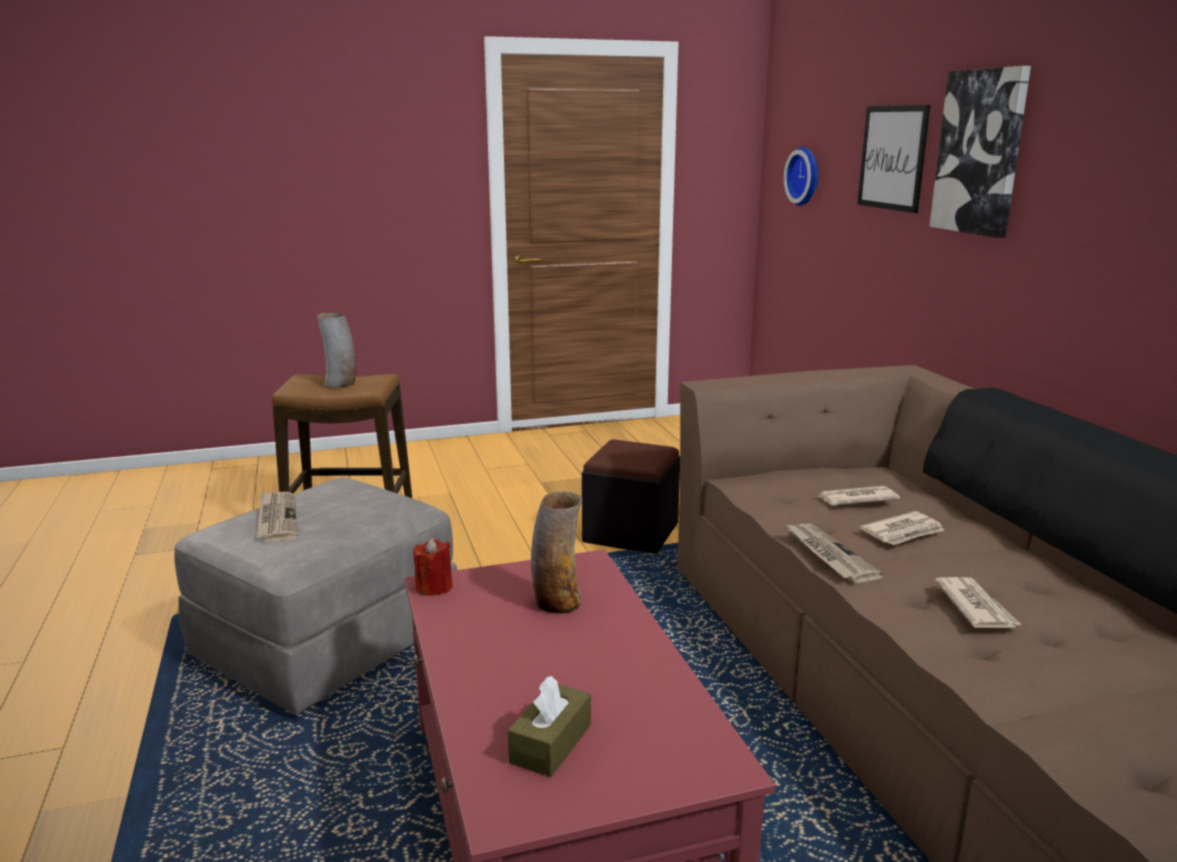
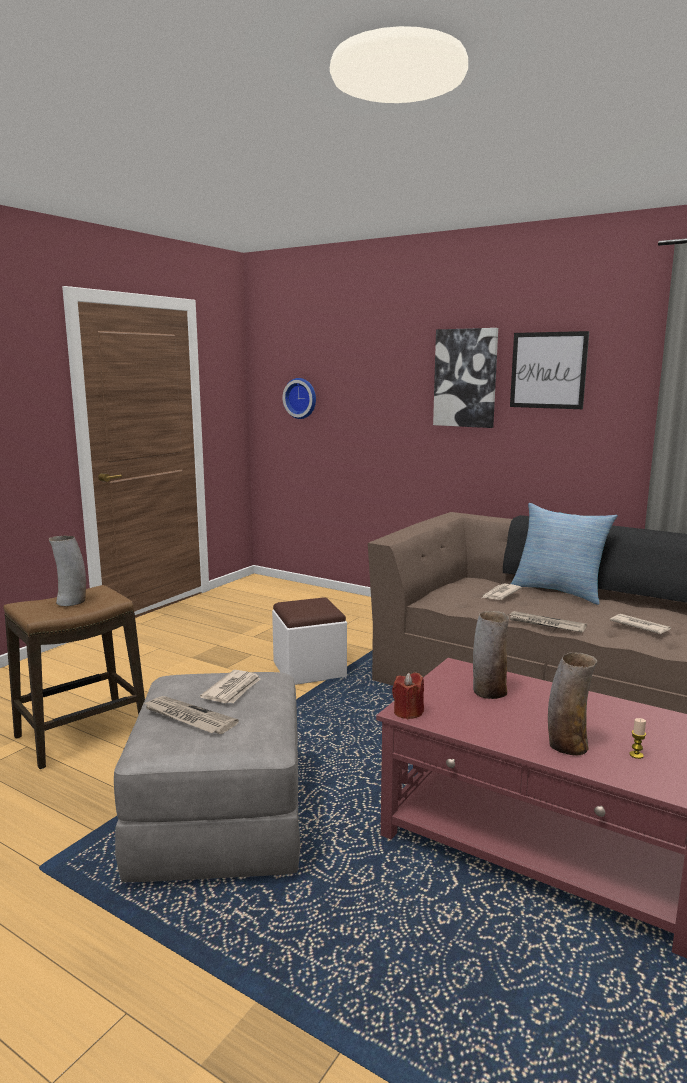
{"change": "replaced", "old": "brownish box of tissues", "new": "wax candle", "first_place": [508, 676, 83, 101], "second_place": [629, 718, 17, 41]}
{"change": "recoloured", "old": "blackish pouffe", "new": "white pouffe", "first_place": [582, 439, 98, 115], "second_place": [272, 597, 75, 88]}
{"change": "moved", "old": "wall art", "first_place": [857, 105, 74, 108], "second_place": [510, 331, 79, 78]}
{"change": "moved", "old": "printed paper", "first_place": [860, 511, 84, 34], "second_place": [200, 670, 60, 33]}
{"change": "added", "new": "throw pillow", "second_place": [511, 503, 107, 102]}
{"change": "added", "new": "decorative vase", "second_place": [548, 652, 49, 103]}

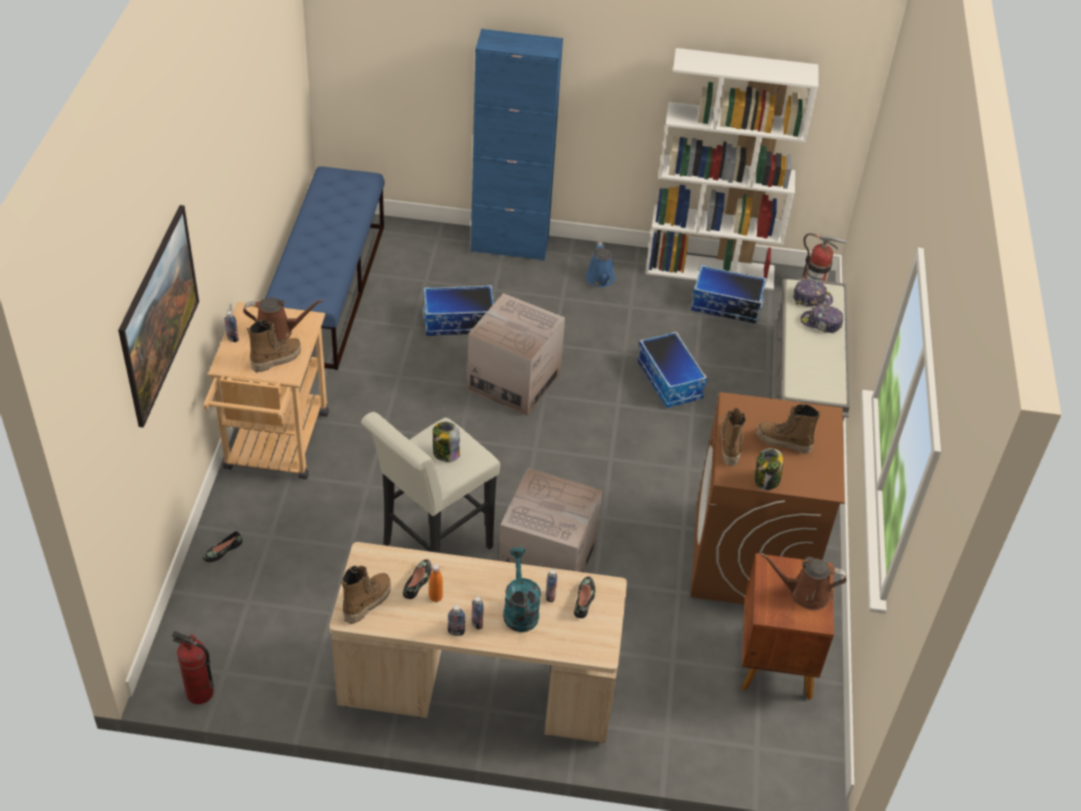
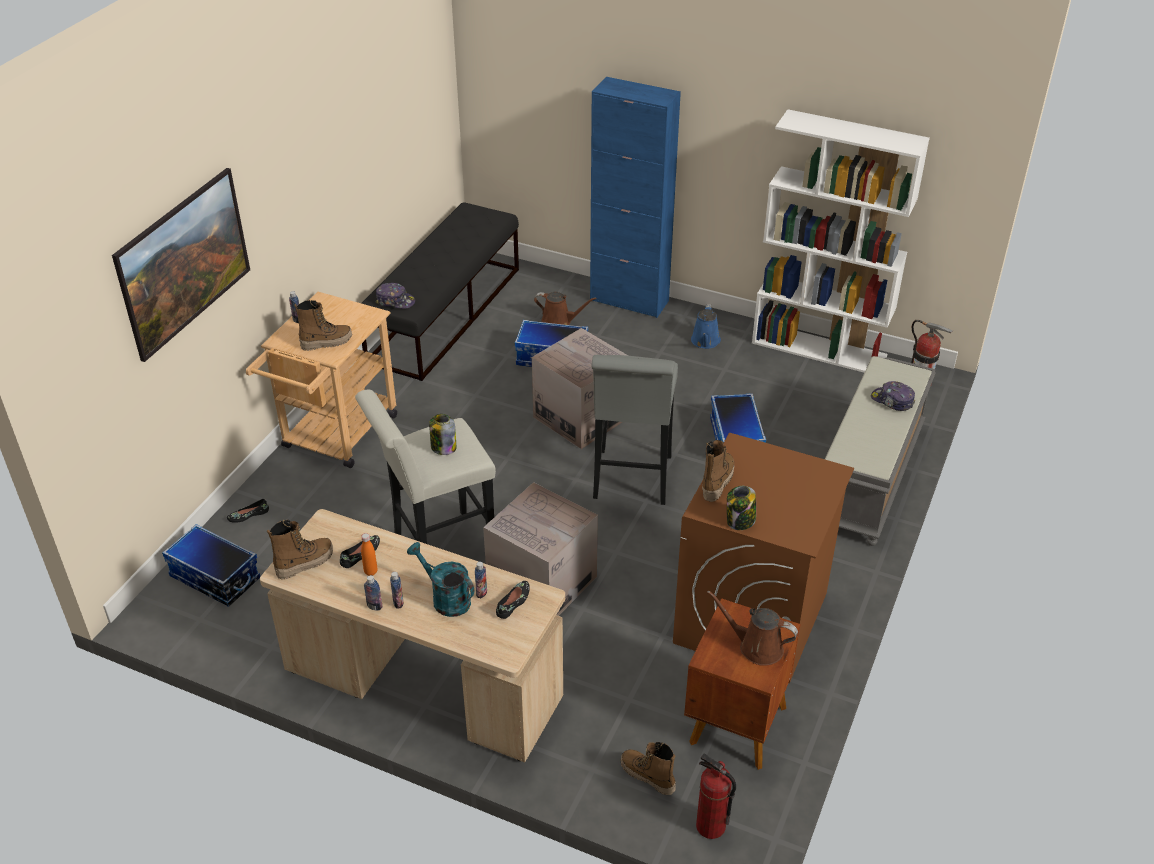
{"change": "moved", "old": "fire-fighting cylinder", "first_place": [172, 631, 42, 73], "second_place": [696, 753, 40, 86]}
{"change": "moved", "old": "brownish watering pot", "first_place": [243, 298, 80, 42], "second_place": [534, 292, 62, 33]}
{"change": "recoloured", "old": "bluish indoor bench", "new": "blackish indoor bench", "first_place": [265, 166, 119, 204], "second_place": [361, 202, 158, 179]}
{"change": "turned", "old": "turquoise-coloured watering pot", "first_place": [503, 547, 38, 85], "second_place": [407, 542, 67, 75], "degrees": -60}
{"change": "moved", "old": "storage box", "first_place": [691, 265, 76, 59], "second_place": [162, 524, 99, 83]}
{"change": "moved", "old": "tall boot", "first_place": [756, 404, 65, 50], "second_place": [621, 742, 55, 53]}
{"change": "moved", "old": "baseball cap", "first_place": [792, 280, 41, 26], "second_place": [375, 283, 40, 26]}
{"change": "added", "new": "greyish stool", "second_place": [592, 355, 86, 150]}

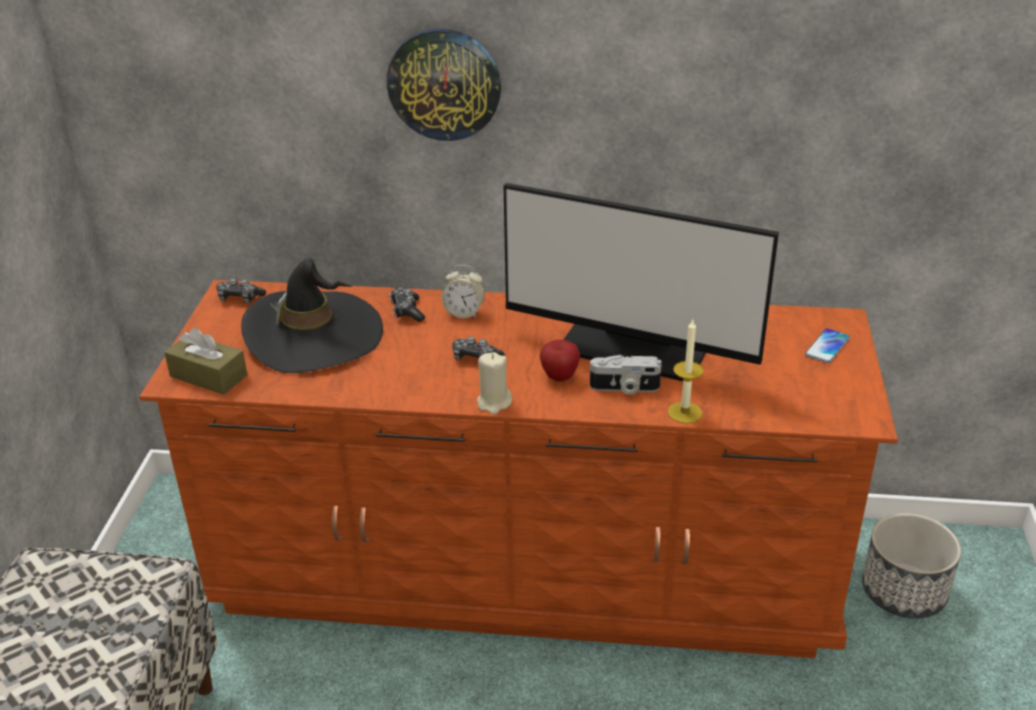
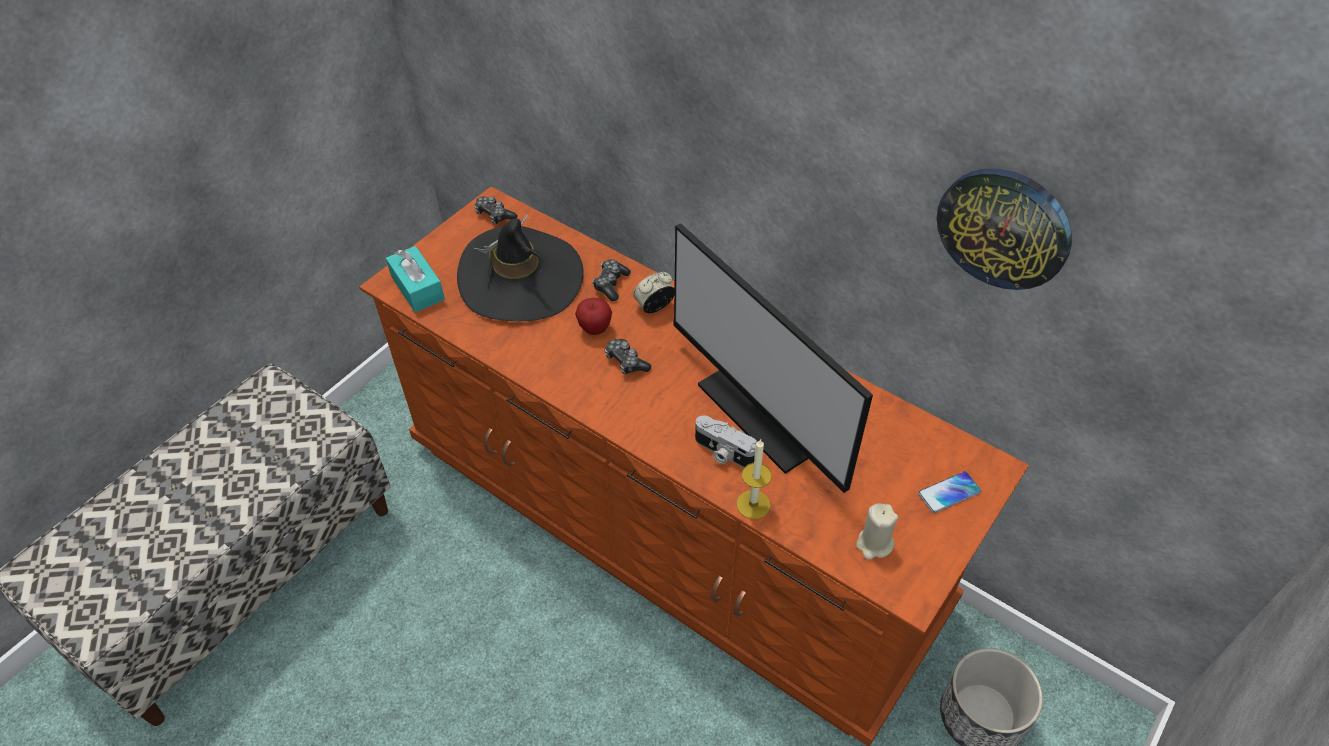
{"change": "recoloured", "old": "brownish box of tissues", "new": "turquoise-coloured box of tissues", "first_place": [164, 327, 84, 68], "second_place": [386, 246, 59, 66]}
{"change": "moved", "old": "wall clock", "first_place": [387, 28, 114, 113], "second_place": [936, 169, 136, 121]}
{"change": "turned", "old": "alarm clock", "first_place": [441, 265, 44, 54], "second_place": [633, 272, 42, 41], "degrees": 105}
{"change": "moved", "old": "sand-coloured wax candle", "first_place": [477, 352, 35, 62], "second_place": [856, 503, 42, 57]}
{"change": "moved", "old": "whole apple", "first_place": [540, 339, 40, 42], "second_place": [575, 298, 37, 37]}

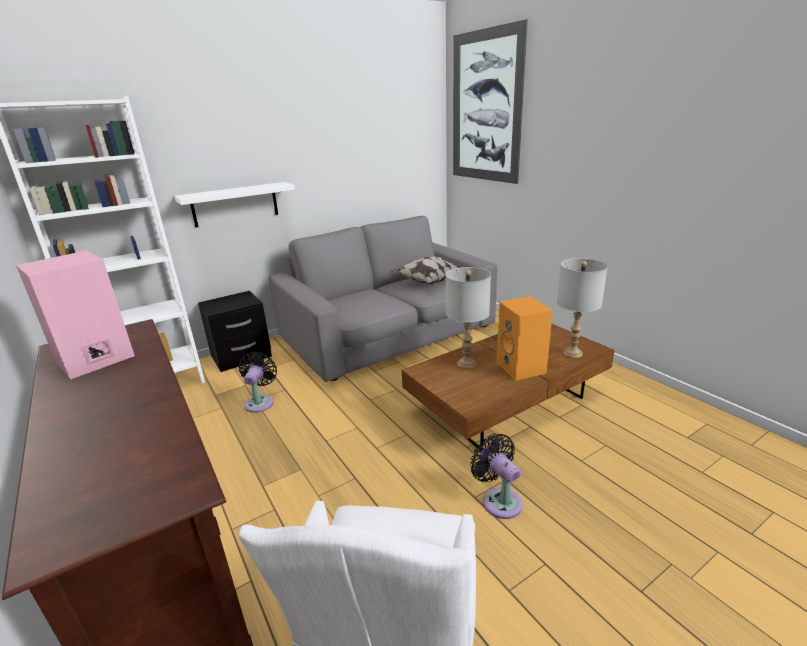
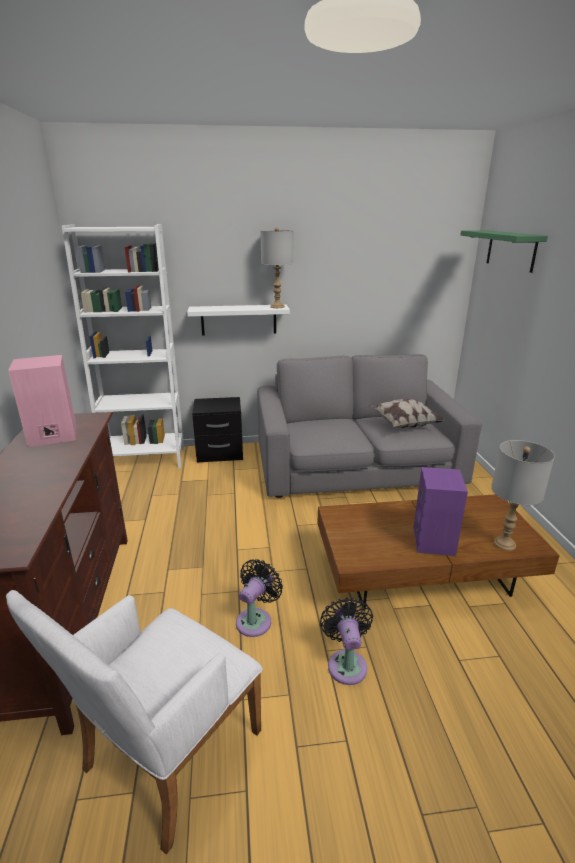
{"change": "moved", "old": "blackish cooling fan", "first_place": [239, 352, 38, 61], "second_place": [236, 559, 47, 78]}
{"change": "moved", "old": "greyish table lamp", "first_place": [446, 267, 45, 102], "second_place": [260, 227, 33, 81]}
{"change": "replaced", "old": "wall art", "new": "green bracket shelf", "first_place": [453, 19, 75, 165], "second_place": [460, 230, 88, 43]}
{"change": "recoloured", "old": "orange-coloured speaker", "new": "purple-coloured speaker", "first_place": [497, 296, 56, 85], "second_place": [413, 467, 55, 89]}

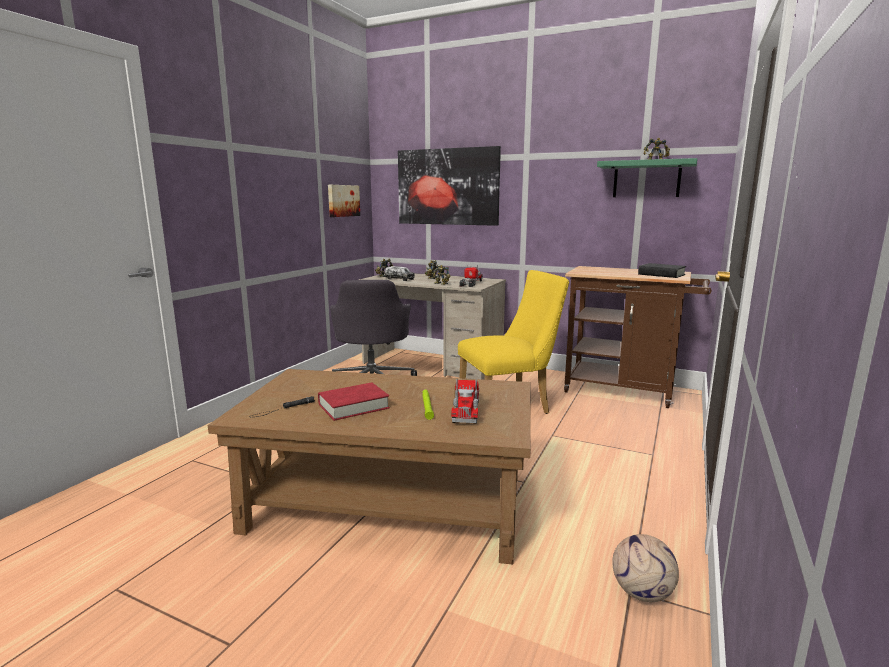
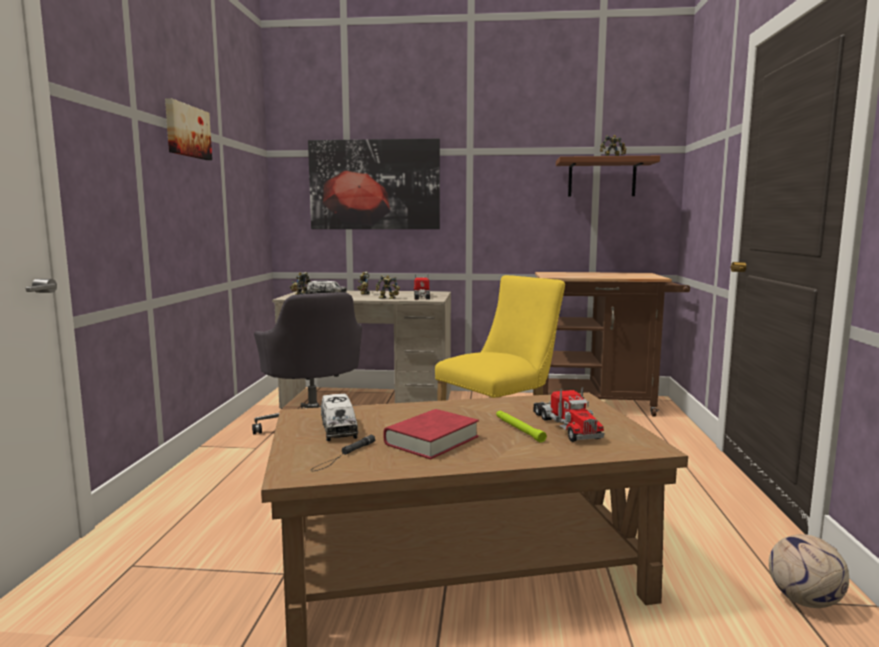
{"change": "moved", "old": "wall art", "first_place": [328, 185, 32, 32], "second_place": [165, 98, 47, 62]}
{"change": "recoloured", "old": "green bracket shelf", "new": "brownish bracket shelf", "first_place": [597, 158, 100, 39], "second_place": [556, 156, 104, 41]}
{"change": "removed", "old": "blackish bound book", "first_place": [638, 263, 48, 15]}
{"change": "added", "new": "model truck", "second_place": [321, 394, 37, 47]}

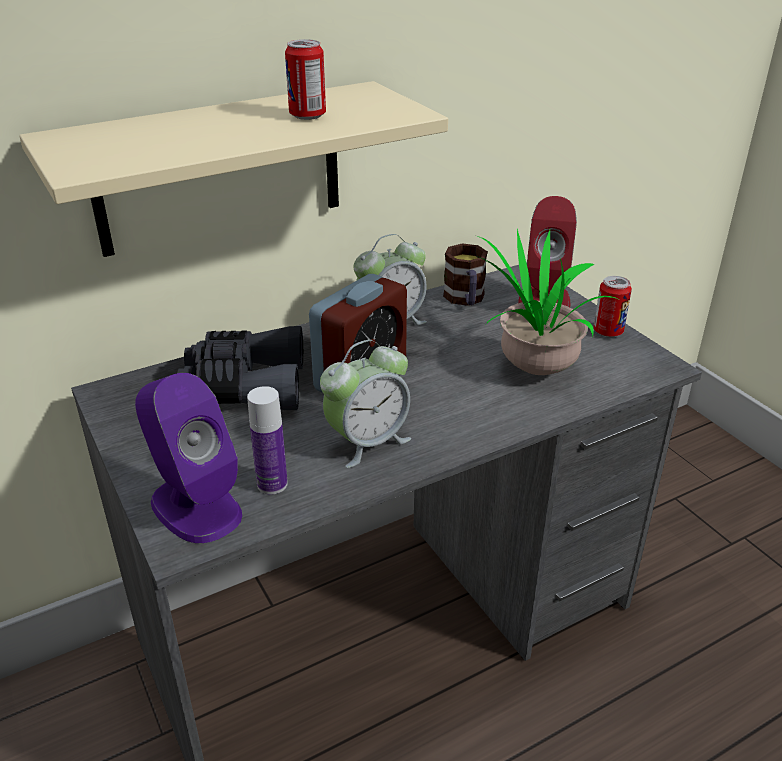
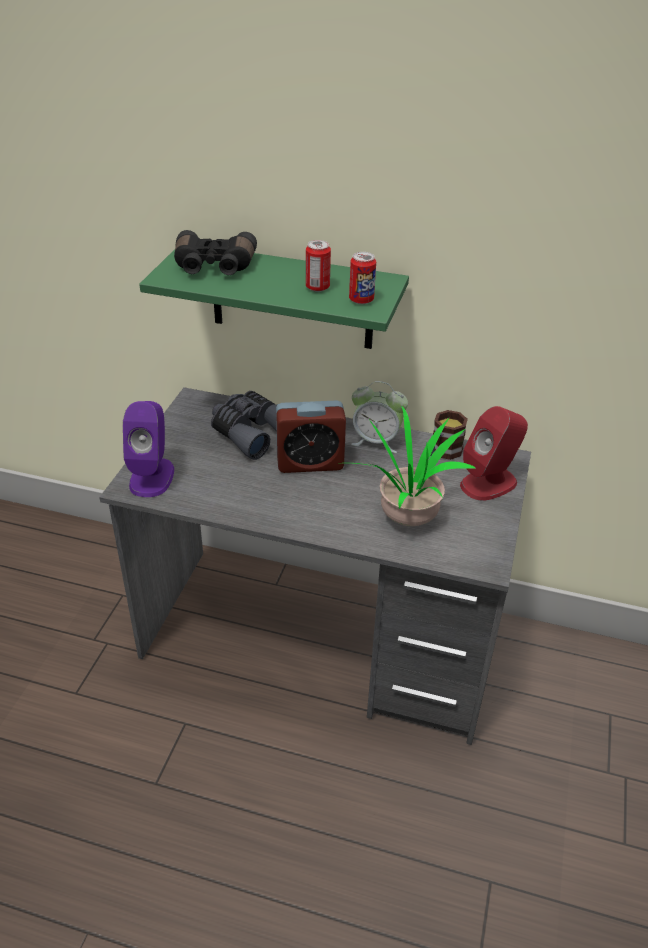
{"change": "recoloured", "old": "sand-coloured bracket shelf", "new": "green bracket shelf", "first_place": [19, 81, 429, 176], "second_place": [139, 249, 270, 100]}
{"change": "removed", "old": "beverage bottle", "first_place": [247, 386, 41, 108]}
{"change": "removed", "old": "alarm clock", "first_place": [320, 340, 91, 128]}
{"change": "moved", "old": "sealed can", "first_place": [593, 276, 39, 61], "second_place": [349, 252, 27, 52]}
{"change": "added", "new": "blackish field glasses", "second_place": [174, 230, 83, 45]}

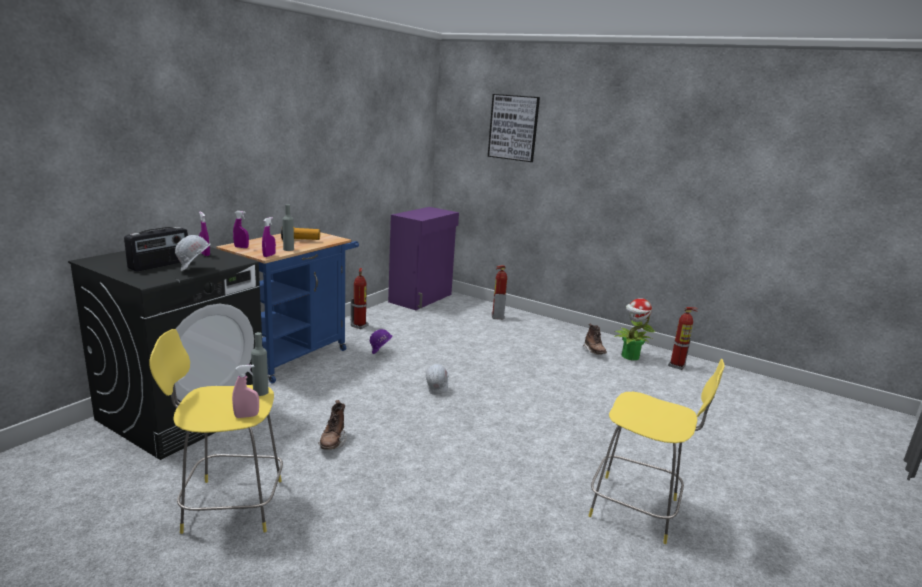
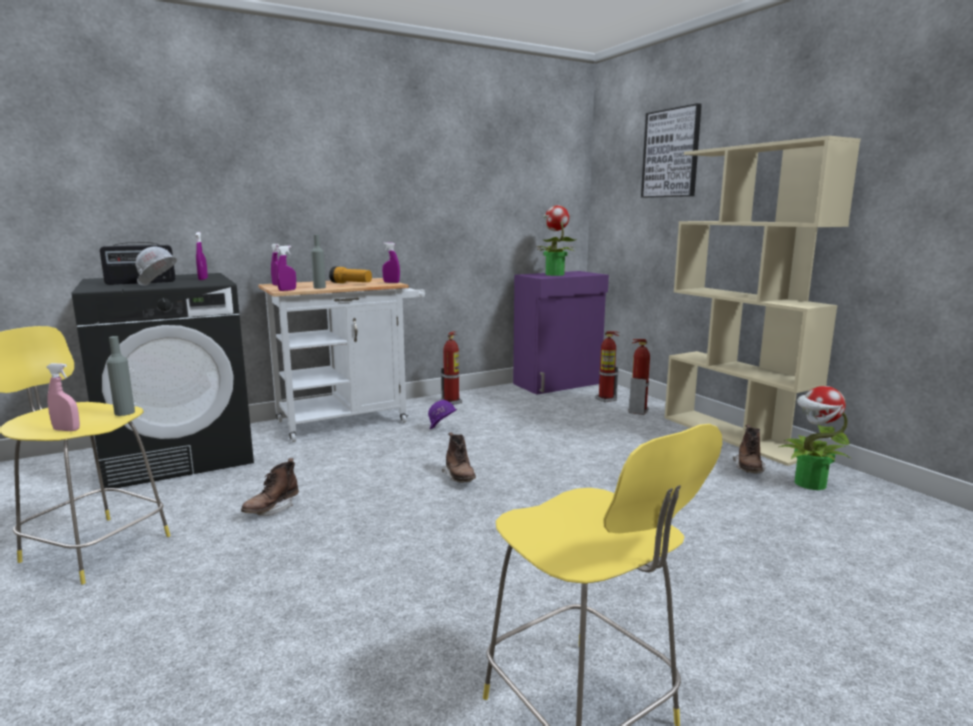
{"change": "recoloured", "old": "bluish wheeled cart", "new": "white wheeled cart", "first_place": [216, 232, 143, 151], "second_place": [258, 278, 167, 164]}
{"change": "replaced", "old": "white hard hat", "new": "brownish tall boot", "first_place": [426, 364, 23, 31], "second_place": [442, 432, 34, 51]}
{"change": "moved", "old": "fire-fighting cylinder", "first_place": [668, 307, 30, 63], "second_place": [595, 331, 24, 72]}
{"change": "added", "new": "purple-coloured hand sprayer", "second_place": [382, 242, 18, 41]}
{"change": "added", "new": "potted plant", "second_place": [537, 205, 40, 71]}
{"change": "added", "new": "sand-coloured bookcase", "second_place": [664, 136, 197, 330]}

